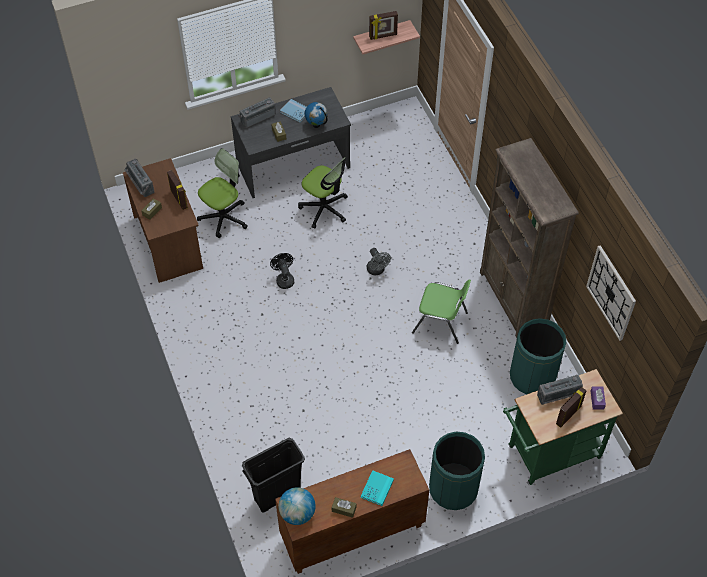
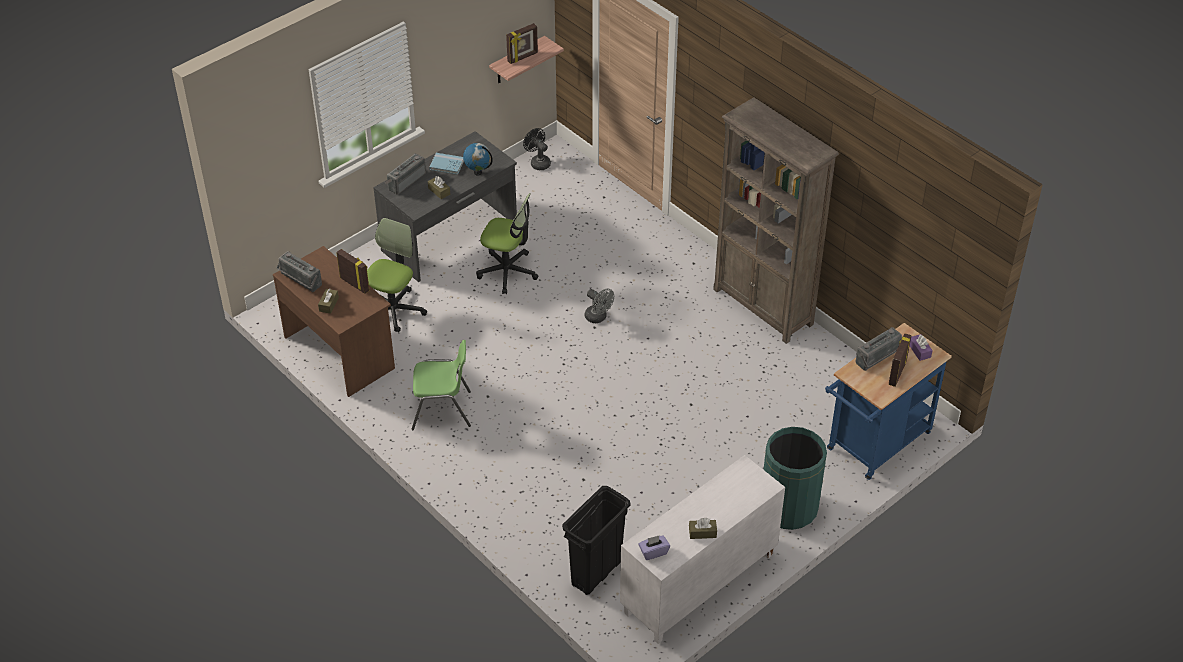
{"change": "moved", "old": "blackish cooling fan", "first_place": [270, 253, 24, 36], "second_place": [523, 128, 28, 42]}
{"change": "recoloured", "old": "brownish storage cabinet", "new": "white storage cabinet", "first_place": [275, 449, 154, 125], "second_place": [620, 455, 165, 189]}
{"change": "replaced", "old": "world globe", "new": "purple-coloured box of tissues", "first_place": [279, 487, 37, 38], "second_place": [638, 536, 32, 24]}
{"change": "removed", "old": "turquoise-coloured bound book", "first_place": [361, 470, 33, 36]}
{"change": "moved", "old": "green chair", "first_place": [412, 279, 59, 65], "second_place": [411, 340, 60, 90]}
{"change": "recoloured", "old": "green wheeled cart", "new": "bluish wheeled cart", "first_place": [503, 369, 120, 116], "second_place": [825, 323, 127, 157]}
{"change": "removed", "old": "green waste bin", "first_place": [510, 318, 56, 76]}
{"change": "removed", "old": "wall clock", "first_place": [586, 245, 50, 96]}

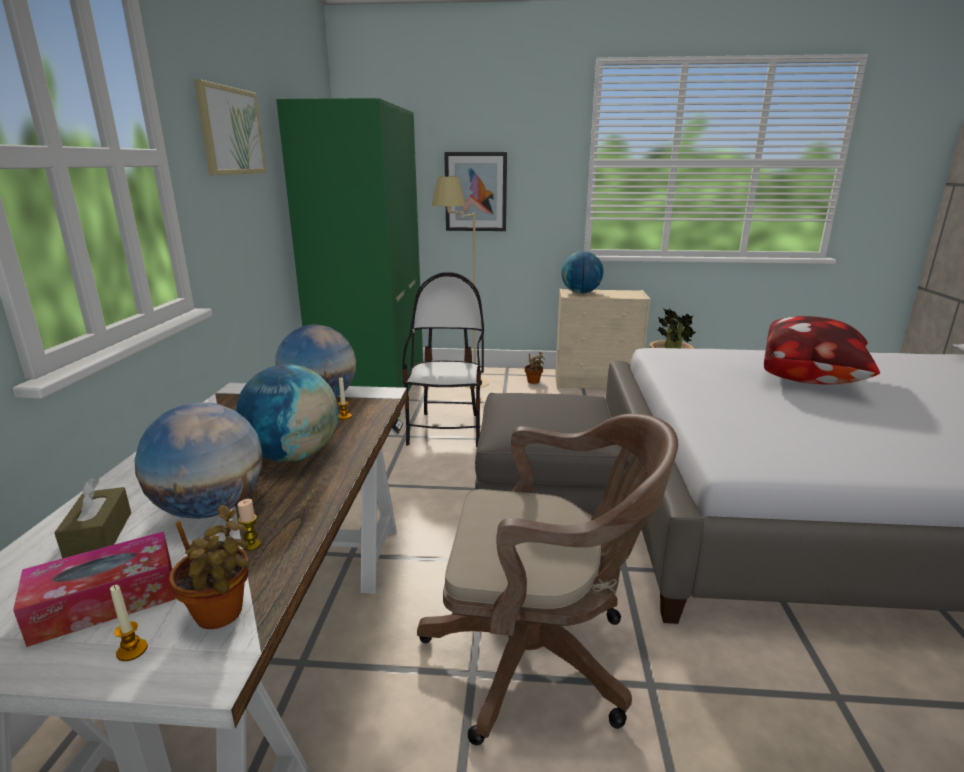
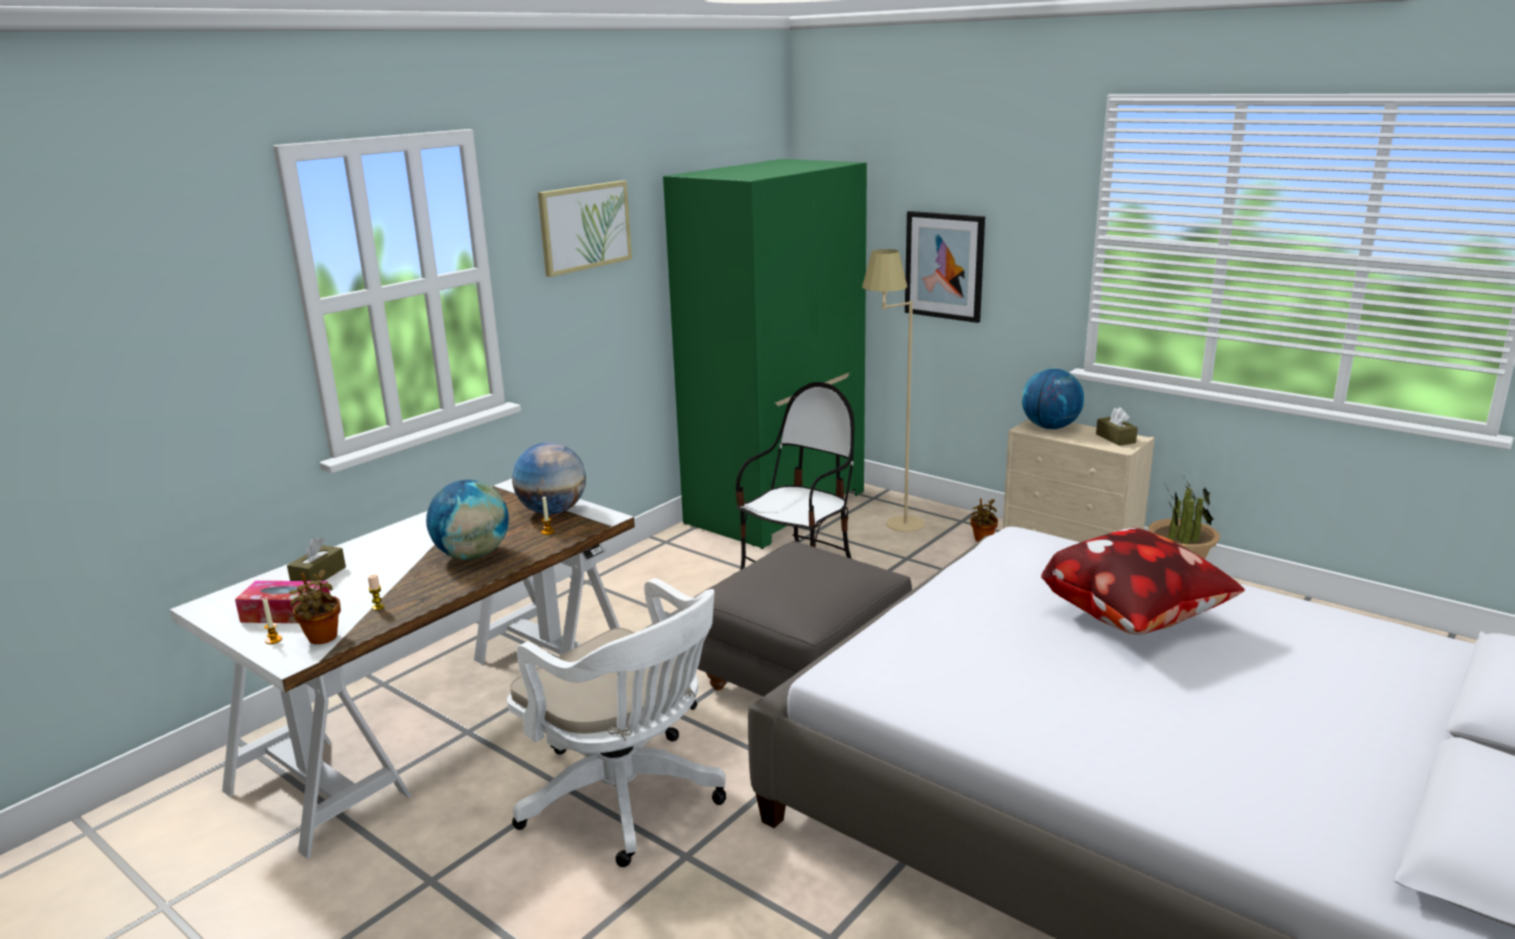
{"change": "removed", "old": "world globe", "first_place": [134, 402, 128, 117]}
{"change": "recoloured", "old": "brownish desk chair", "new": "white desk chair", "first_place": [417, 413, 261, 332], "second_place": [507, 578, 219, 289]}
{"change": "added", "new": "brownish box of tissues", "second_place": [1096, 407, 42, 39]}

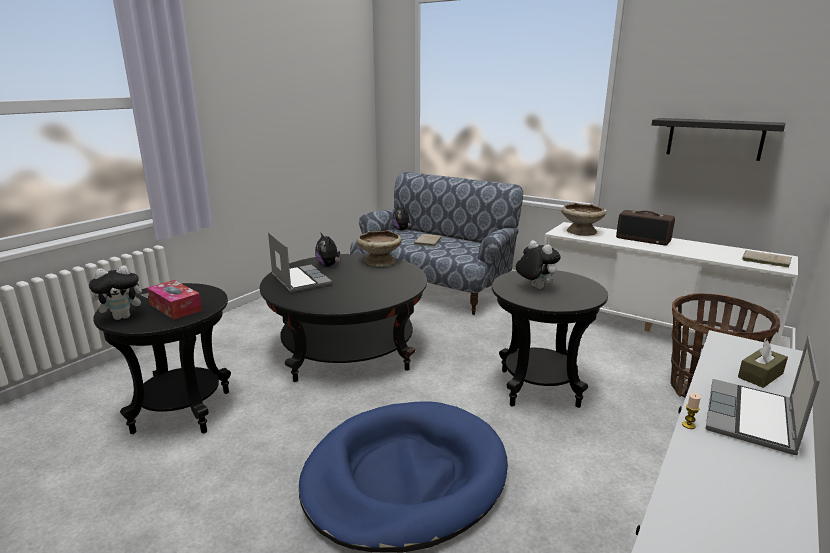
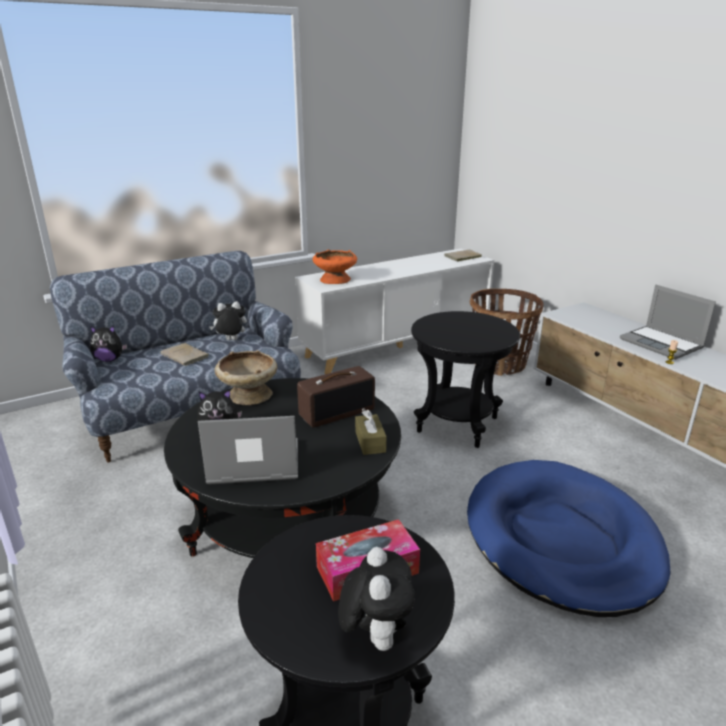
{"change": "moved", "old": "soft toy", "first_place": [516, 241, 45, 48], "second_place": [210, 301, 37, 39]}
{"change": "recoloured", "old": "sand-coloured deep dish", "new": "orange-coloured deep dish", "first_place": [561, 203, 45, 33], "second_place": [313, 249, 44, 35]}
{"change": "moved", "old": "radio receiver", "first_place": [616, 210, 59, 35], "second_place": [297, 366, 78, 61]}
{"change": "removed", "old": "blackish bracket shelf", "first_place": [652, 118, 134, 43]}
{"change": "moved", "old": "brownish box of tissues", "first_place": [738, 340, 50, 48], "second_place": [355, 410, 32, 45]}

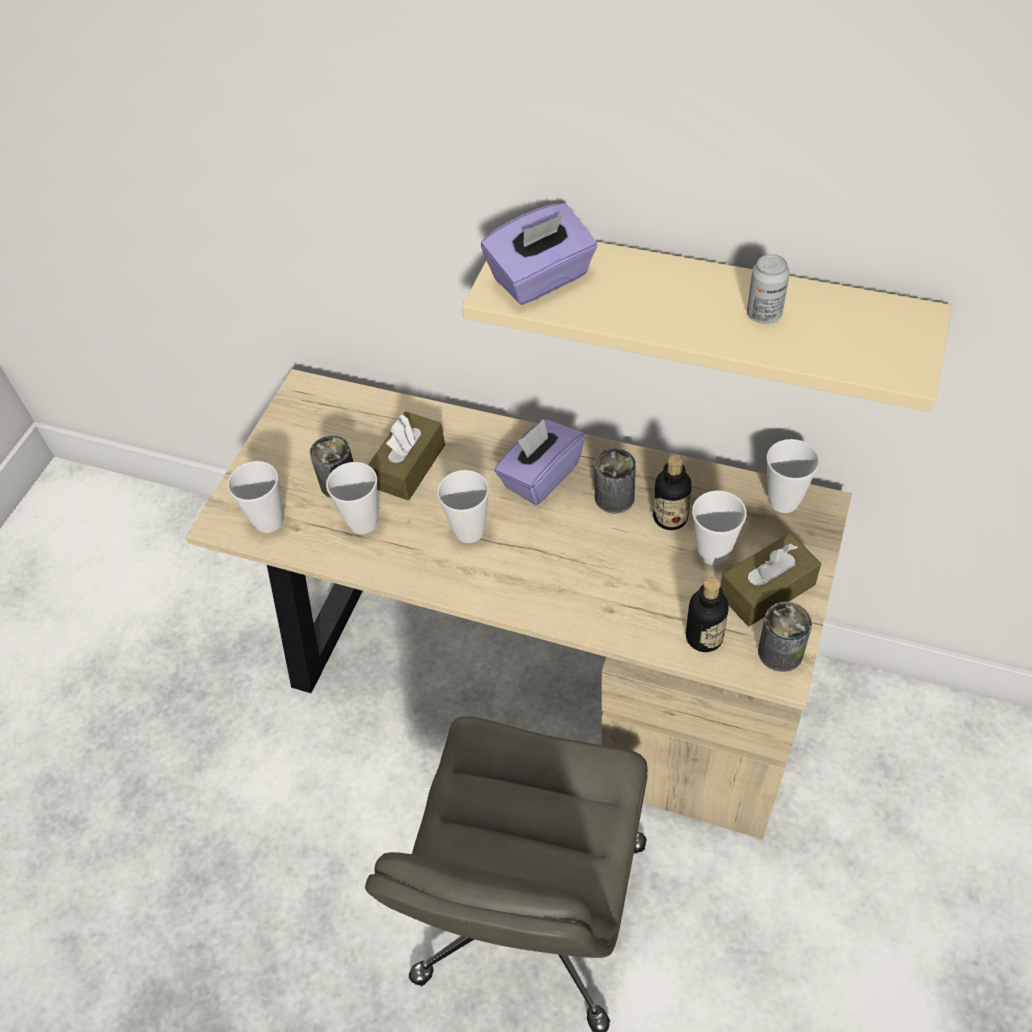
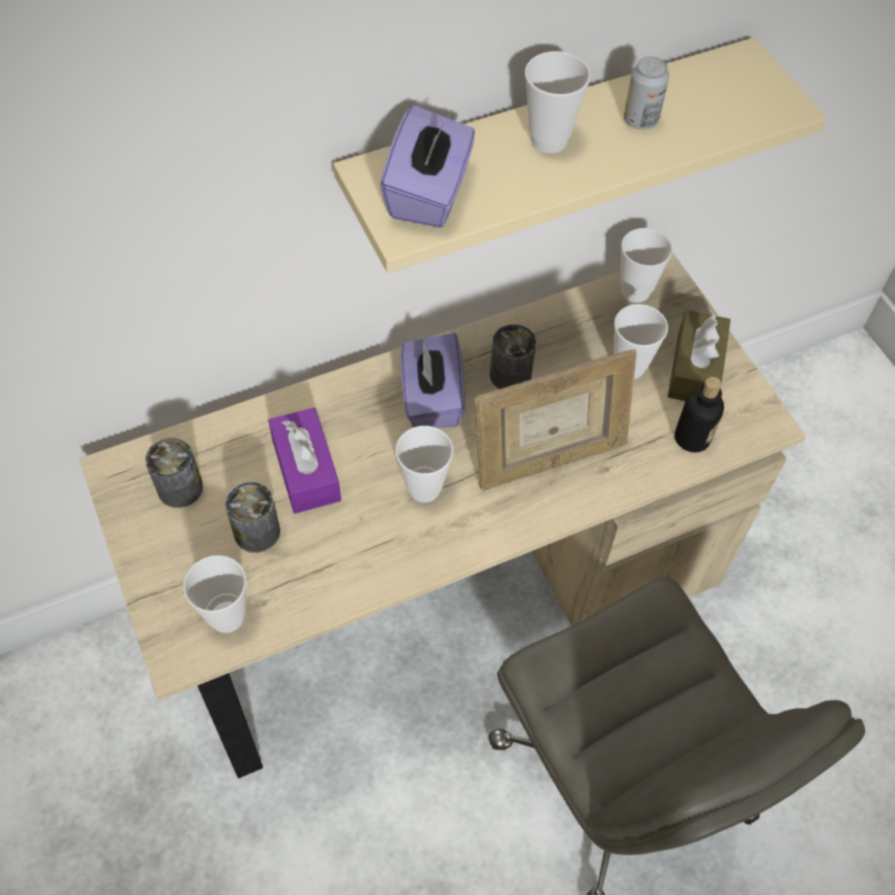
{"change": "moved", "old": "cup", "first_place": [326, 462, 52, 72], "second_place": [525, 51, 66, 102]}
{"change": "recoloured", "old": "brownish box of tissues", "new": "purple-coloured box of tissues", "first_place": [368, 411, 77, 89], "second_place": [268, 408, 73, 106]}
{"change": "removed", "old": "beverage bottle", "first_place": [653, 455, 39, 75]}
{"change": "moved", "old": "sealed can", "first_place": [758, 602, 54, 70], "second_place": [145, 437, 58, 71]}
{"change": "added", "new": "picture frame", "second_place": [474, 349, 162, 142]}

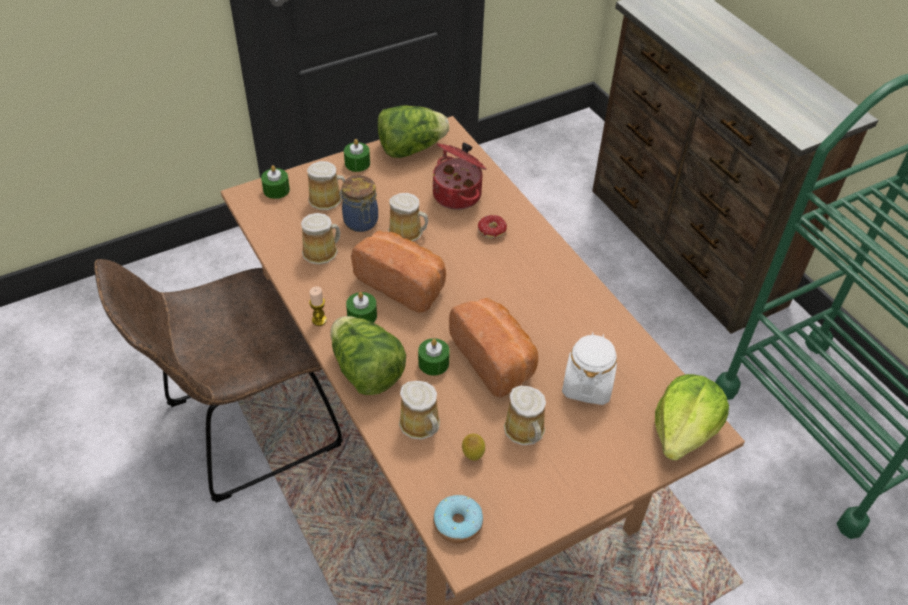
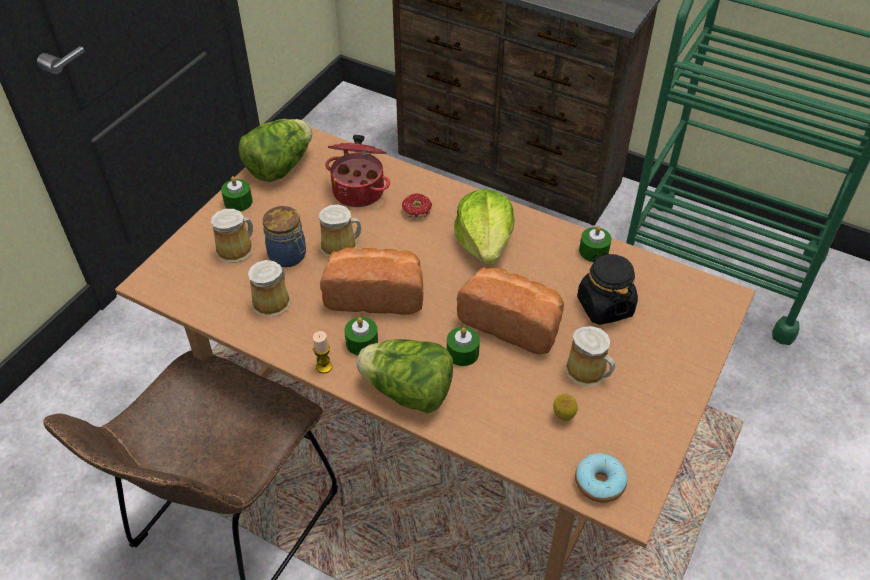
{"change": "moved", "old": "green wax candle", "first_place": [261, 165, 29, 34], "second_place": [579, 226, 33, 36]}
{"change": "removed", "old": "mug", "first_place": [399, 381, 41, 59]}
{"change": "recoloured", "old": "white jar", "new": "blackish jar", "first_place": [562, 332, 55, 73], "second_place": [577, 252, 61, 73]}
{"change": "moved", "old": "head of lettuce", "first_place": [655, 374, 74, 87], "second_place": [454, 189, 61, 76]}

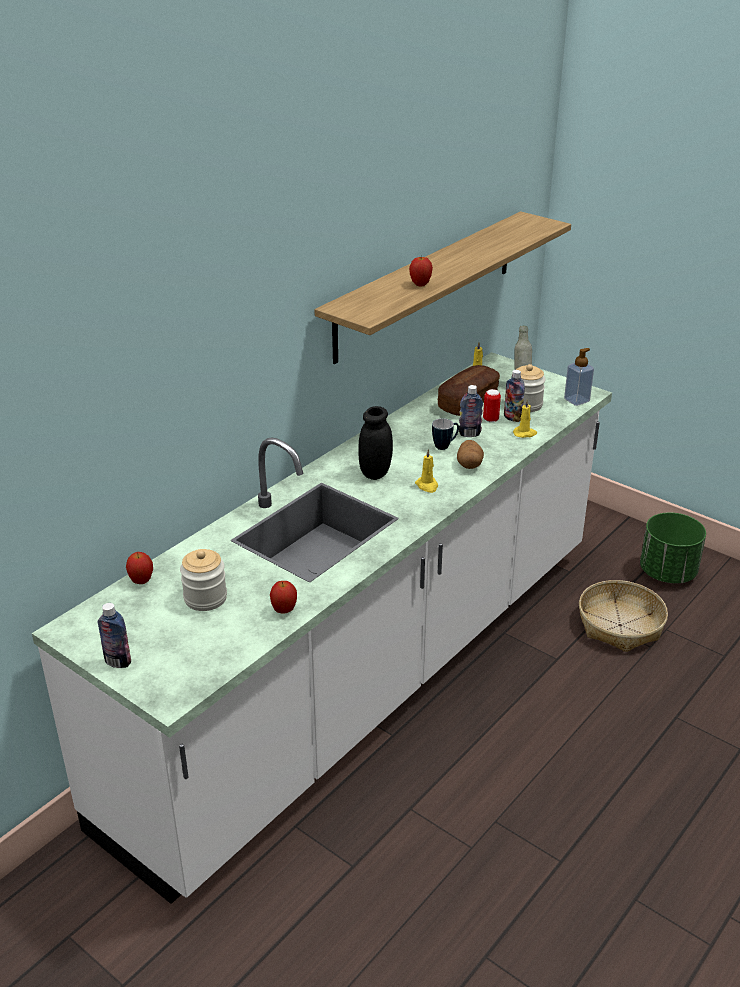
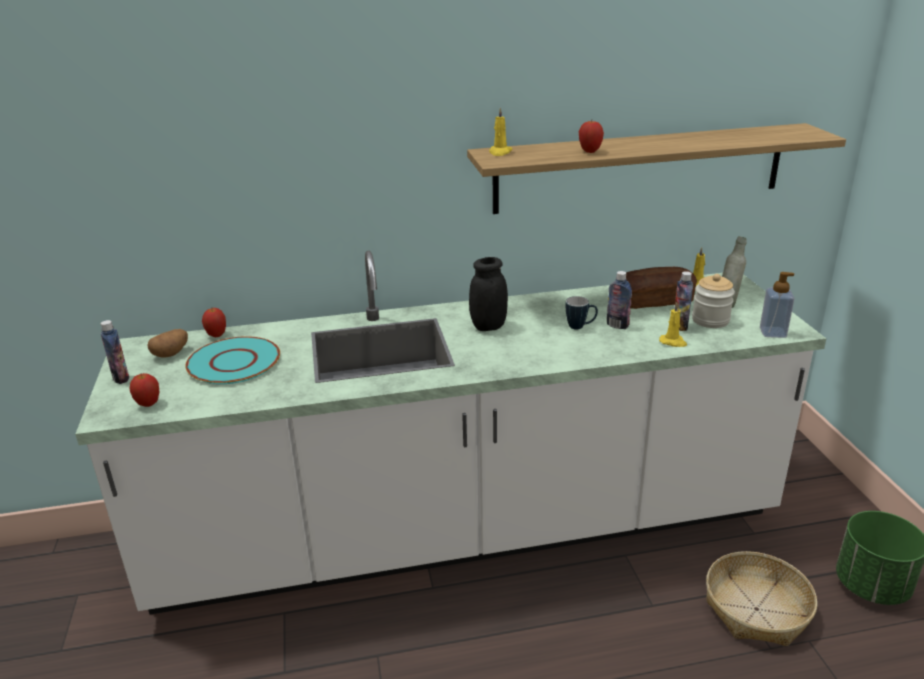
{"change": "replaced", "old": "jar", "new": "turquoise-coloured dinner plate", "first_place": [180, 549, 47, 62], "second_place": [185, 336, 95, 48]}
{"change": "moved", "old": "whole apple", "first_place": [270, 581, 27, 33], "second_place": [129, 373, 30, 34]}
{"change": "moved", "old": "yellow-coloured wax candle", "first_place": [415, 449, 23, 44], "second_place": [489, 108, 23, 48]}
{"change": "moved", "old": "potato", "first_place": [457, 440, 27, 29], "second_place": [147, 329, 41, 29]}
{"change": "removed", "old": "sealed can", "first_place": [483, 389, 18, 33]}

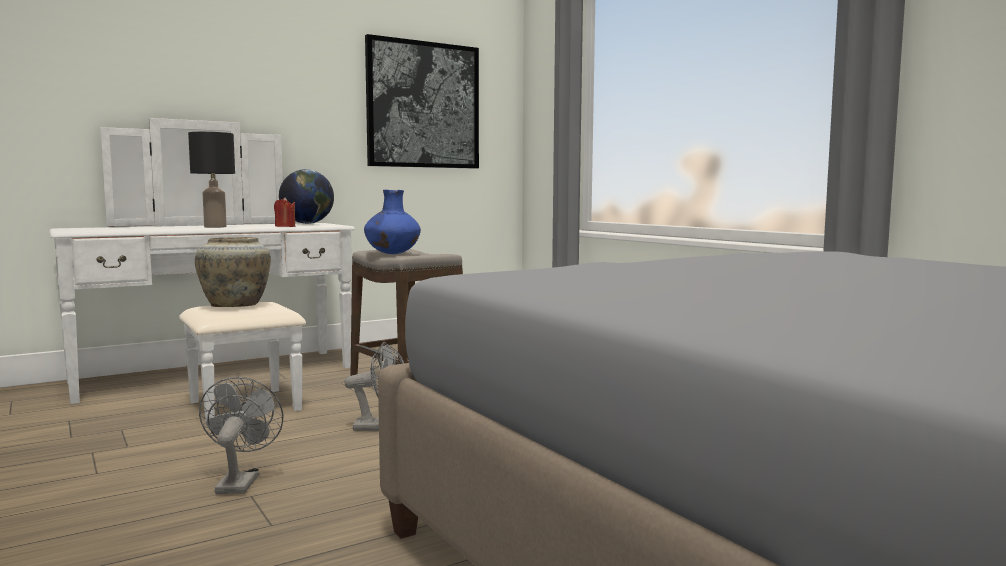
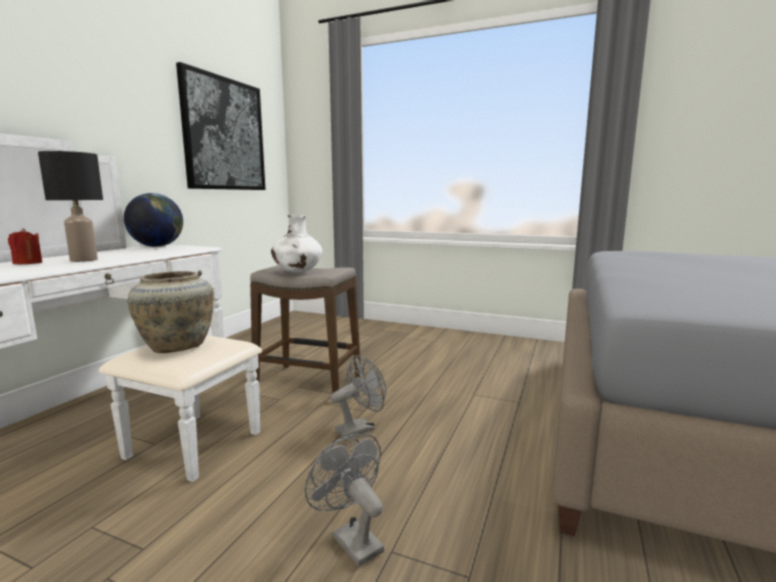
{"change": "moved", "old": "reddish wax candle", "first_place": [274, 197, 21, 30], "second_place": [8, 228, 34, 37]}
{"change": "recoloured", "old": "bluish decorative vase", "new": "white decorative vase", "first_place": [364, 190, 57, 64], "second_place": [271, 215, 51, 58]}

